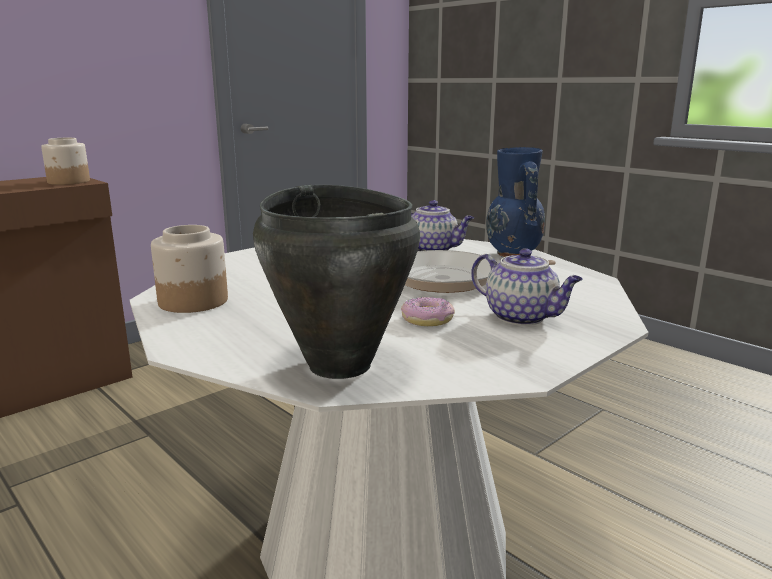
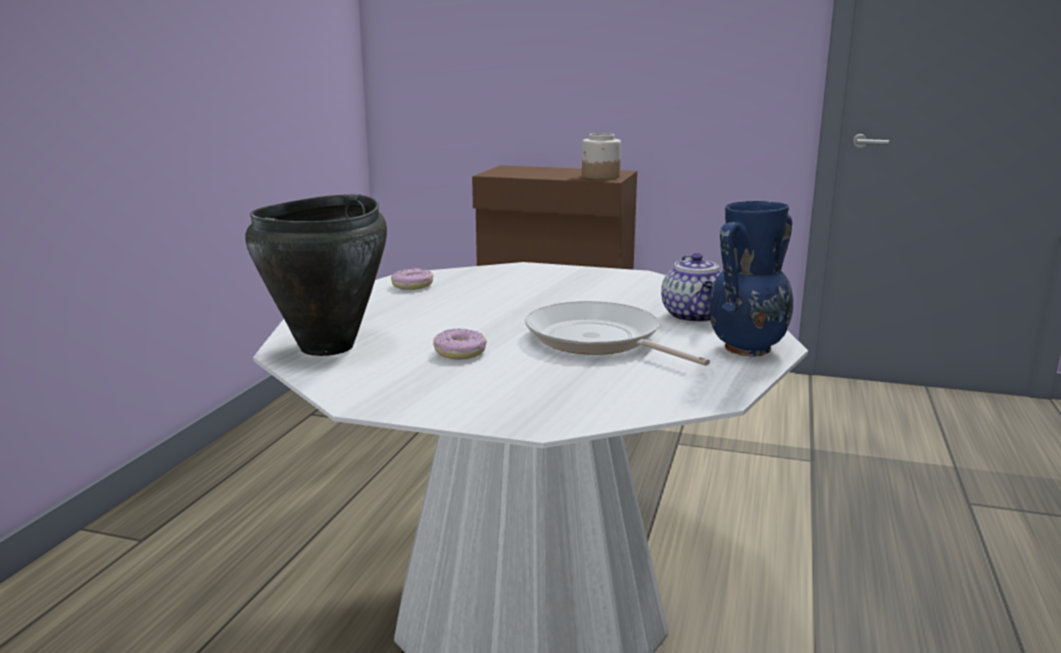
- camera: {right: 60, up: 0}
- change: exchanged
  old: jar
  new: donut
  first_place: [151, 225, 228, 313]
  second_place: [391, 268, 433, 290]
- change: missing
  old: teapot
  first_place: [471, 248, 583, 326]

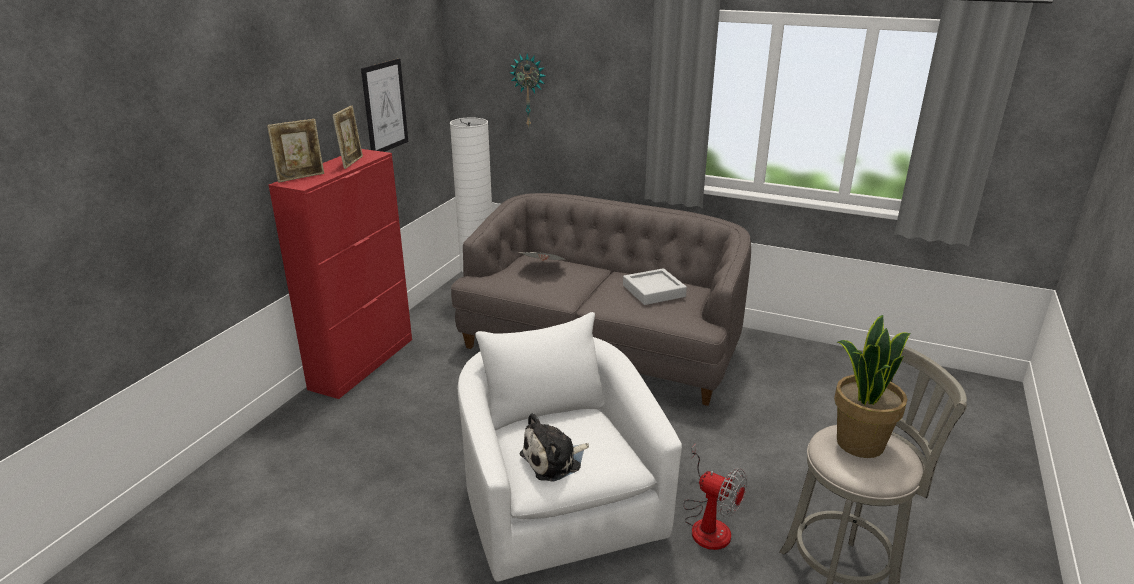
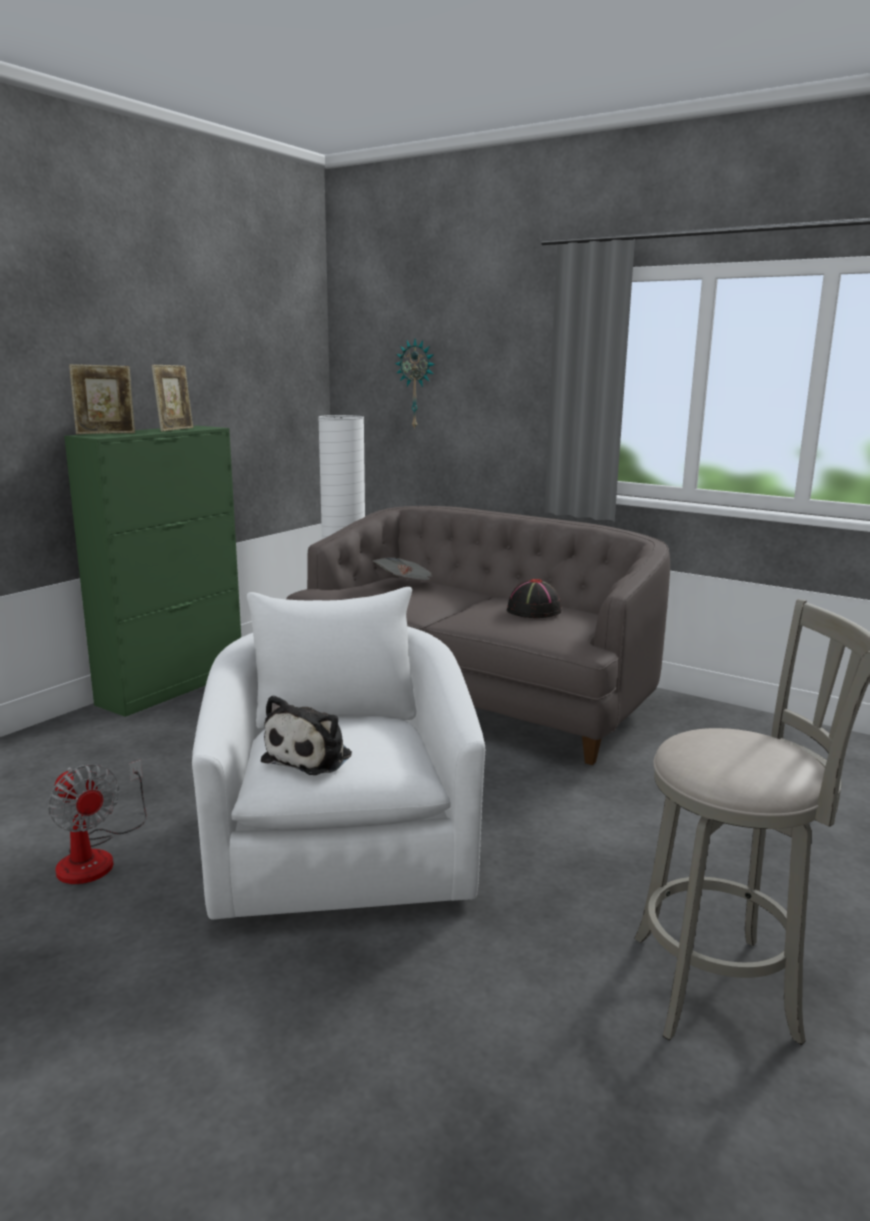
- camera: {right: 10, up: -10}
- change: missing
  old: picture
  first_place: [361, 59, 408, 152]
- change: colour
  old: red_cabinet
  new: green_cabinet
  first_place: [268, 149, 412, 399]
  second_place: [64, 426, 241, 717]
- change: exchanged
  old: grey_tray
  new: black_hat
  first_place: [623, 268, 687, 305]
  second_place: [507, 579, 562, 618]
- change: missing
  old: potted_plant
  first_place: [834, 315, 911, 458]
- change: spun
  old: plush_toy
  first_place: [520, 413, 589, 482]
  second_place: [261, 695, 352, 775]
  degrees: -45
- change: relocated
  old: fan
  first_place: [683, 444, 747, 550]
  second_place: [48, 760, 147, 884]

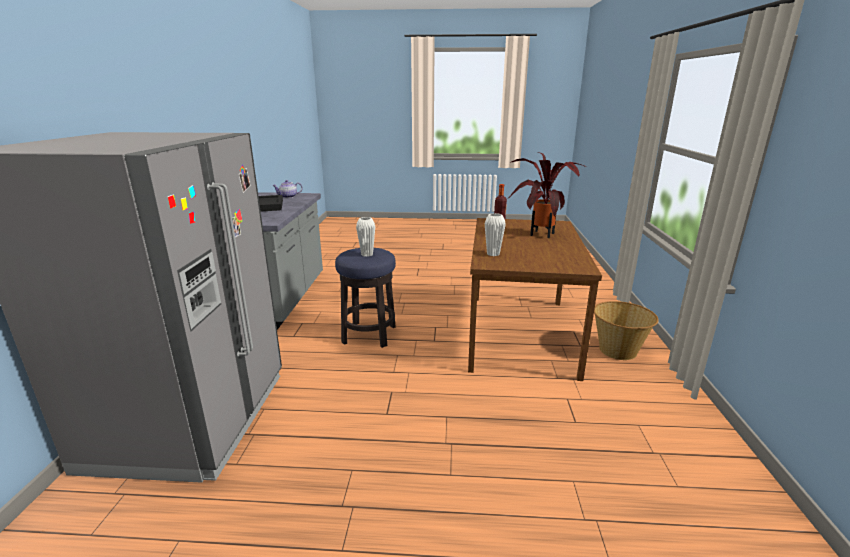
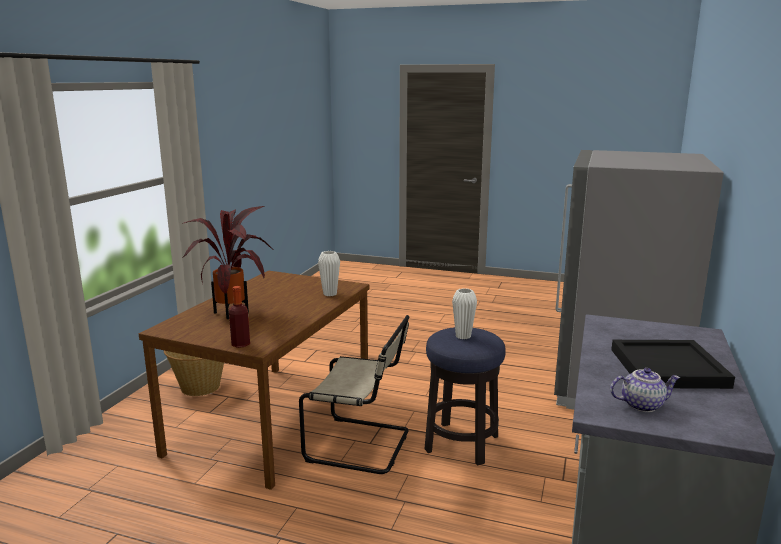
- camera: {right: -165, up: -5}
- change: appeared
  new: beige_chair
  second_place: [299, 315, 409, 474]

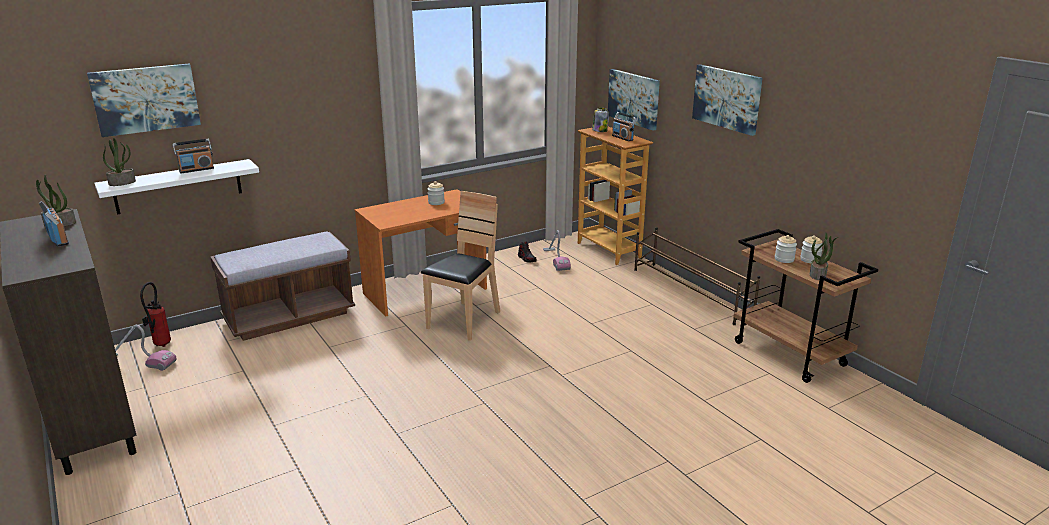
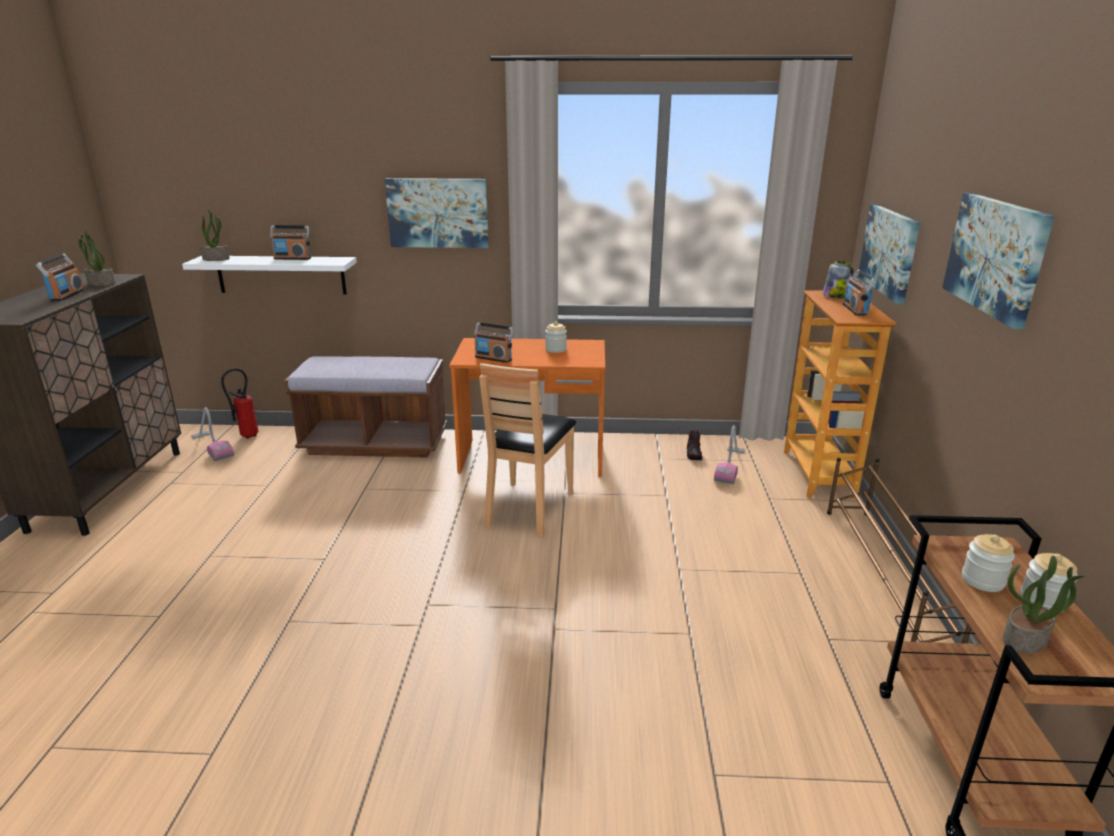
- camera: {right: 35, up: 0}
- change: relocated
  old: picture
  first_place: [87, 64, 201, 137]
  second_place: [385, 178, 489, 248]
- change: spun
  old: brown_chair
  first_place: [421, 191, 500, 341]
  second_place: [479, 363, 576, 537]
  degrees: 135
- change: appeared
  new: radio
  second_place: [474, 322, 514, 363]

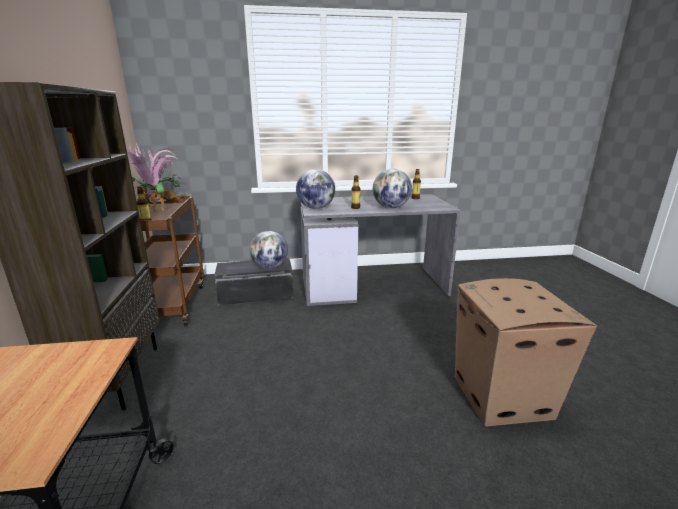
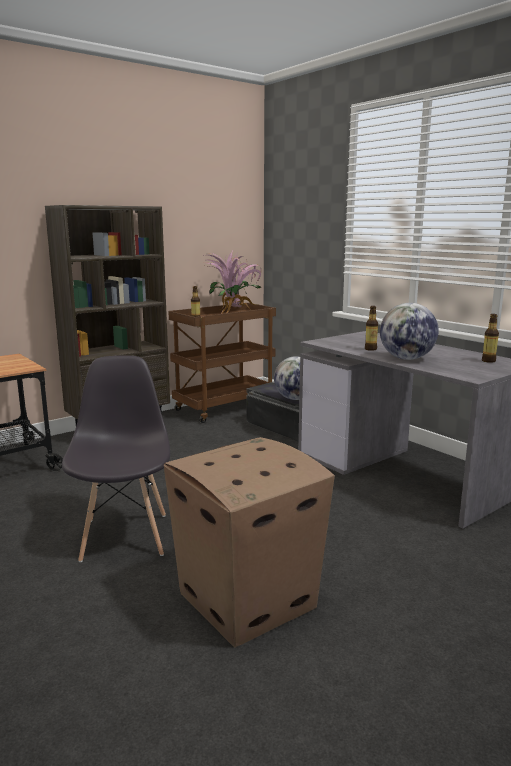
- camera: {right: 60, up: -5}
- change: missing
  old: globe
  first_place: [296, 169, 335, 209]
- change: appeared
  new: grey_chair
  second_place: [62, 355, 170, 562]

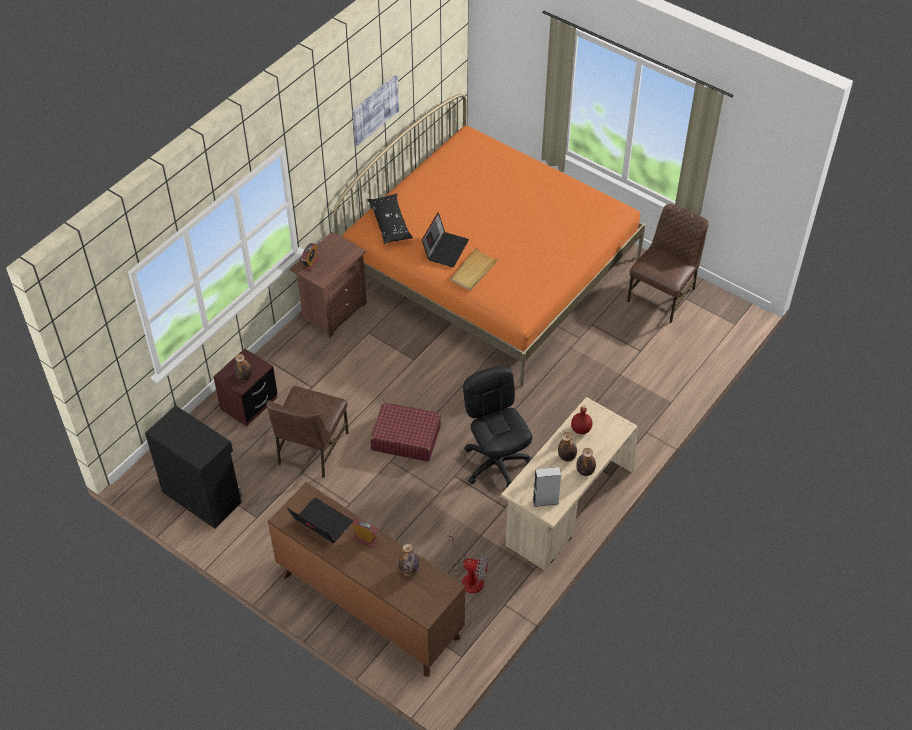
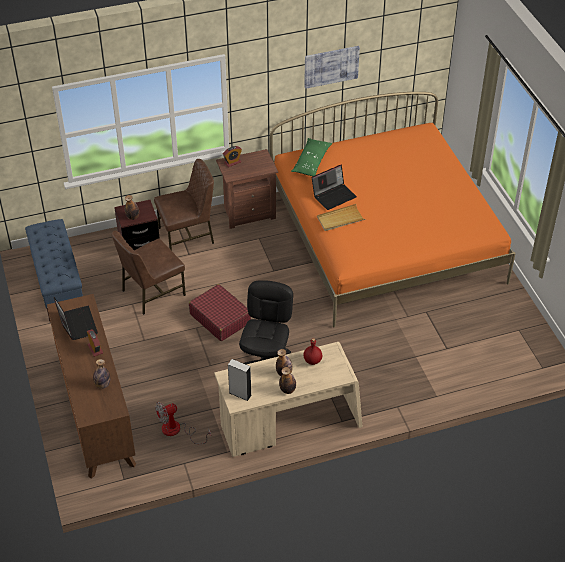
- camera: {right: 35, up: -5}
- change: colour
  old: black_pillow
  new: green_pillow
  first_place: [367, 194, 413, 244]
  second_place: [291, 138, 333, 176]
- change: relocated
  old: brown_chair
  first_place: [627, 204, 709, 323]
  second_place: [154, 159, 214, 251]
- change: exchanged
  old: black_cabinet
  new: blue_bench
  first_place: [145, 405, 242, 529]
  second_place: [25, 219, 83, 323]
- change: spun
  old: fan
  first_place: [448, 534, 488, 593]
  second_place: [155, 402, 211, 444]
  degrees: 105

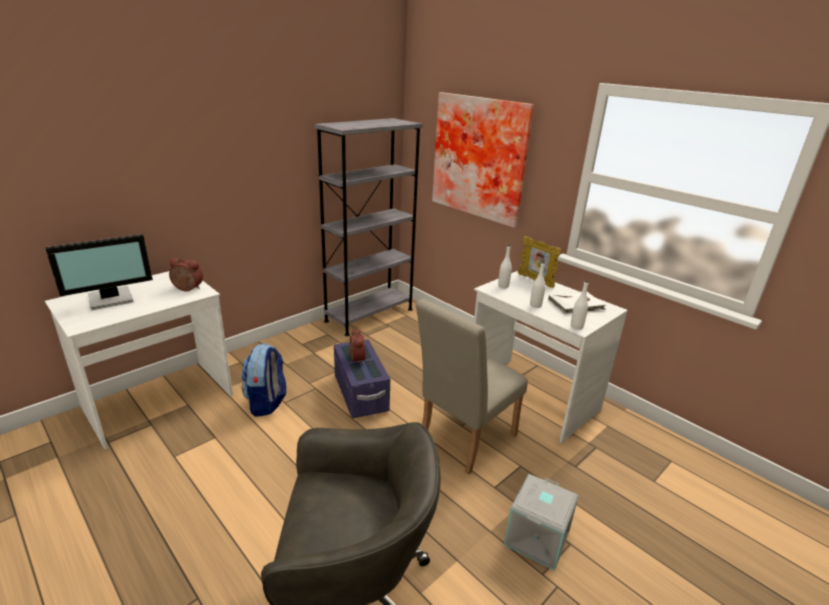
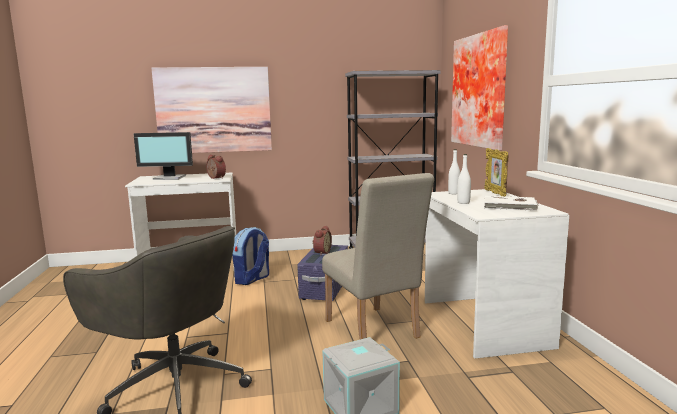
- camera: {right: 35, up: -15}
- change: missing
  old: white_bottle
  first_place: [571, 281, 589, 330]
- change: spun
  old: beige_chair
  first_place: [416, 299, 528, 474]
  second_place: [322, 173, 434, 340]
  degrees: -105
- change: appeared
  new: picture
  second_place: [151, 67, 272, 153]

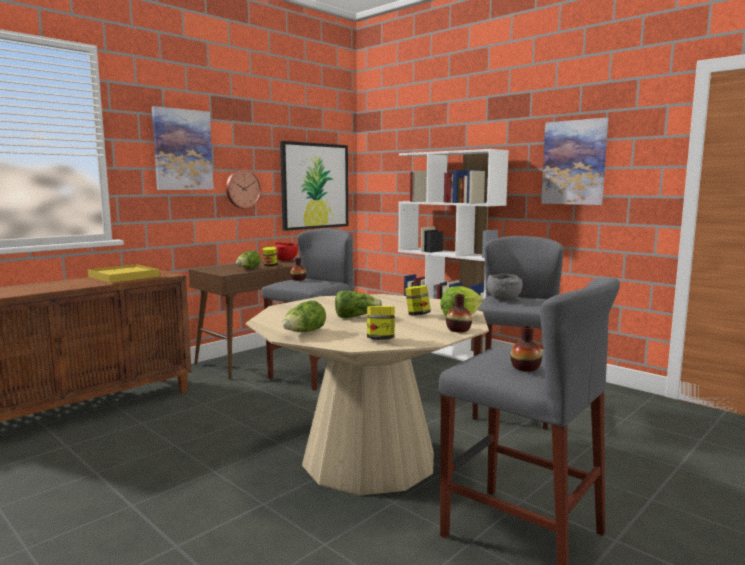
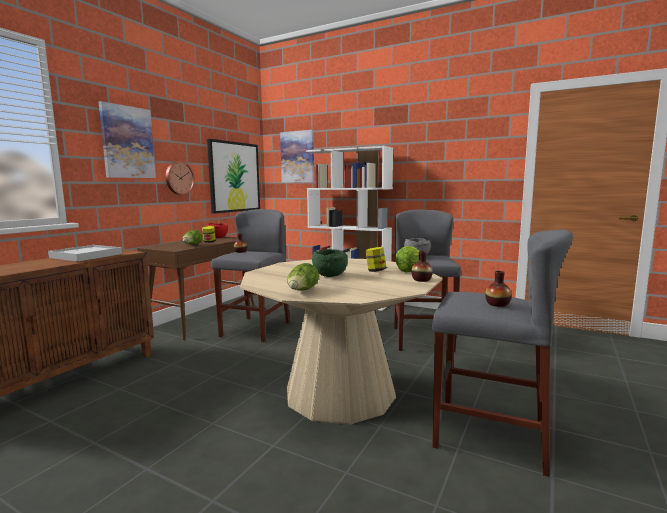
- camera: {right: -15, up: 0}
- change: relocated
  old: picture
  first_place: [541, 118, 608, 205]
  second_place: [280, 130, 314, 183]
- change: colour
  old: yellow_tray
  new: white_tray
  first_place: [88, 264, 160, 283]
  second_place: [48, 245, 122, 262]
- change: exchanged
  old: lettuce
  new: green_bowl
  first_place: [335, 291, 382, 318]
  second_place: [312, 249, 348, 277]
- change: missing
  old: jar
  first_place: [367, 306, 395, 340]

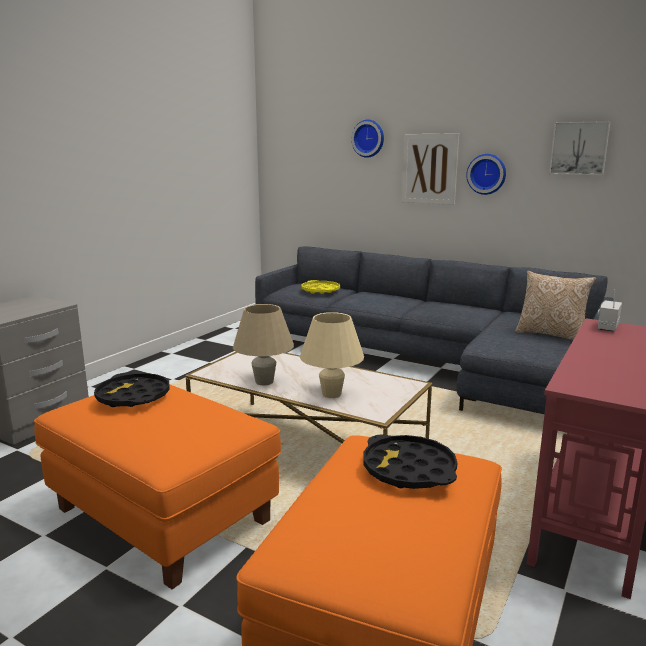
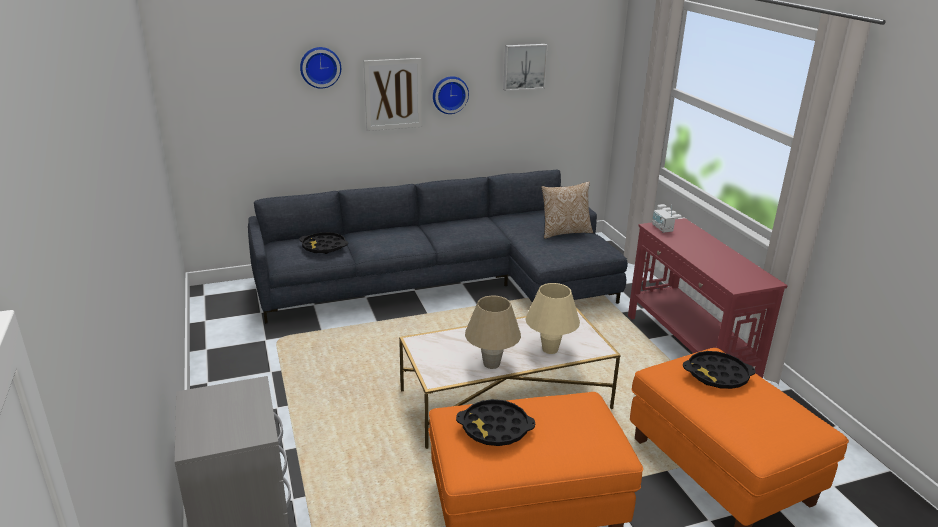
- camera: {right: -50, up: 10}
- change: colour
  old: yellow_tray
  new: black_tray
  first_place: [302, 280, 340, 294]
  second_place: [299, 232, 348, 254]

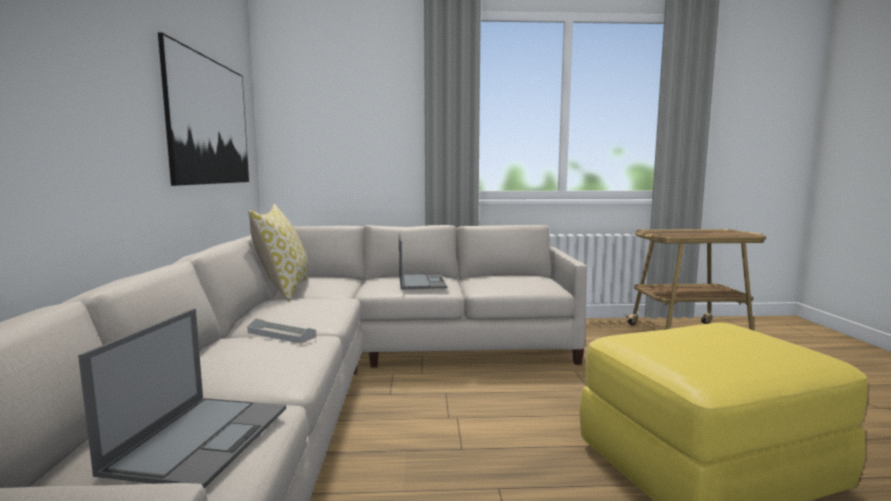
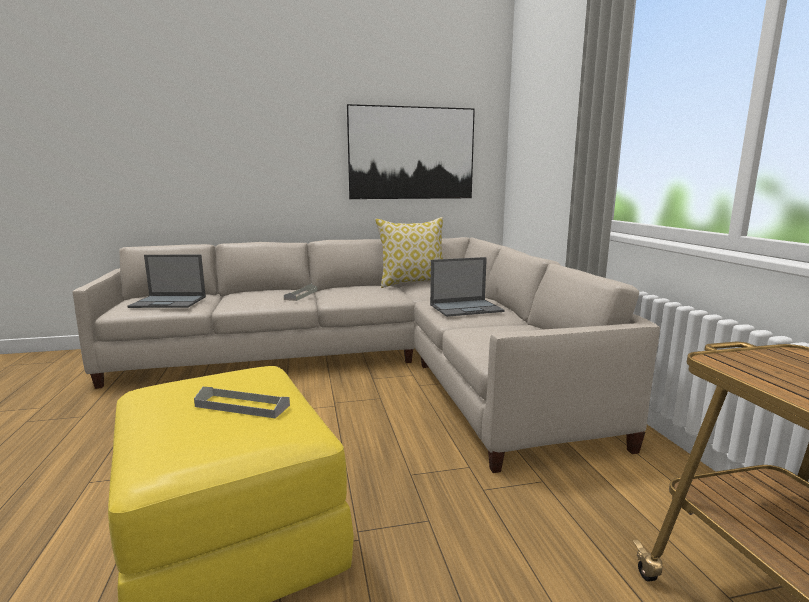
- camera: {right: 80, up: 5}
- change: appeared
  new: grey_tray
  second_place: [194, 387, 290, 419]

